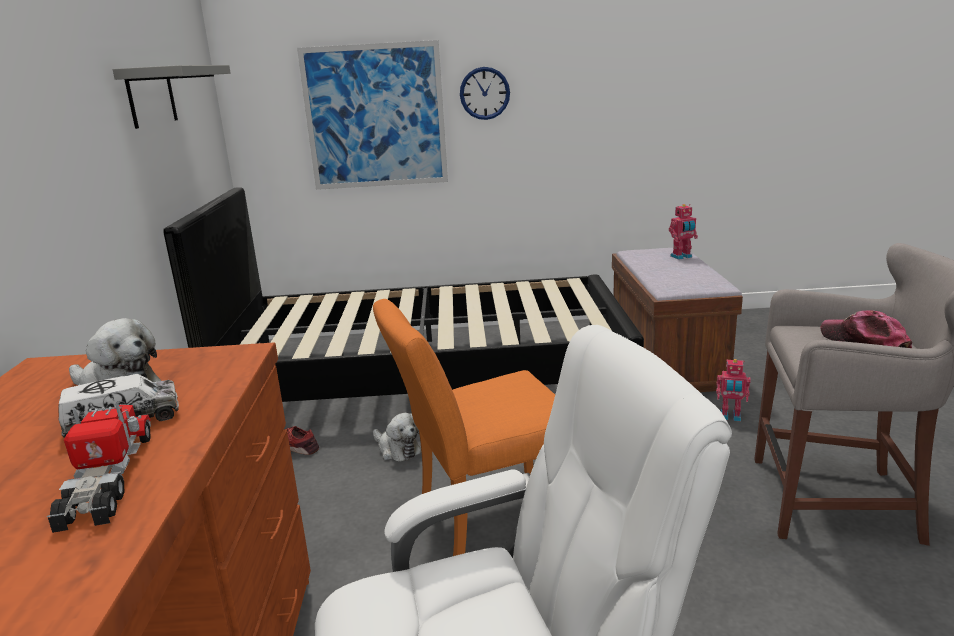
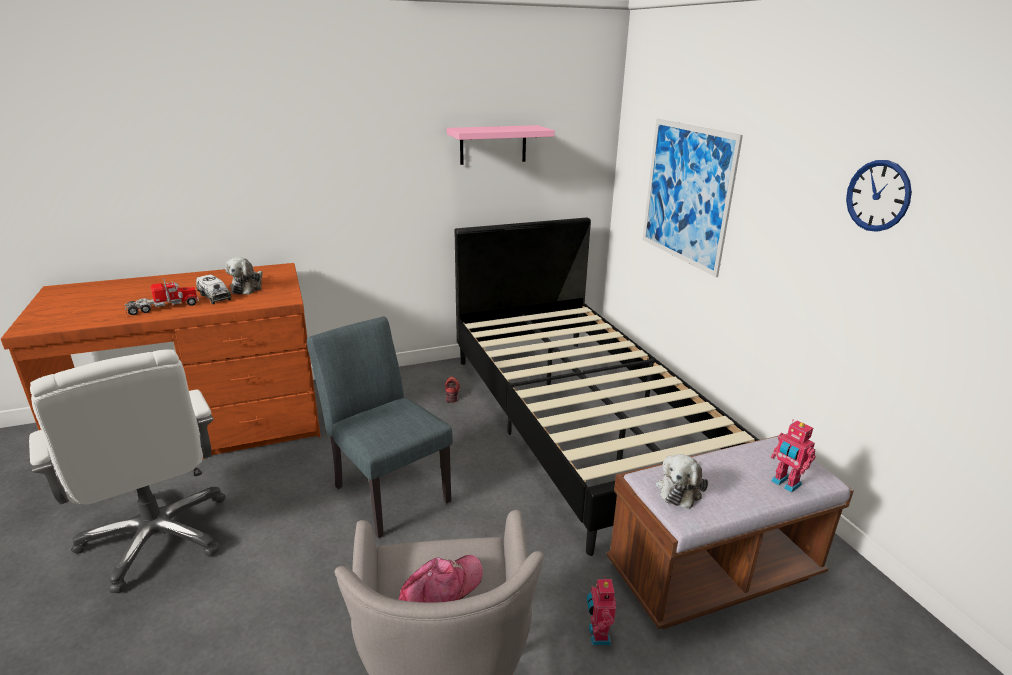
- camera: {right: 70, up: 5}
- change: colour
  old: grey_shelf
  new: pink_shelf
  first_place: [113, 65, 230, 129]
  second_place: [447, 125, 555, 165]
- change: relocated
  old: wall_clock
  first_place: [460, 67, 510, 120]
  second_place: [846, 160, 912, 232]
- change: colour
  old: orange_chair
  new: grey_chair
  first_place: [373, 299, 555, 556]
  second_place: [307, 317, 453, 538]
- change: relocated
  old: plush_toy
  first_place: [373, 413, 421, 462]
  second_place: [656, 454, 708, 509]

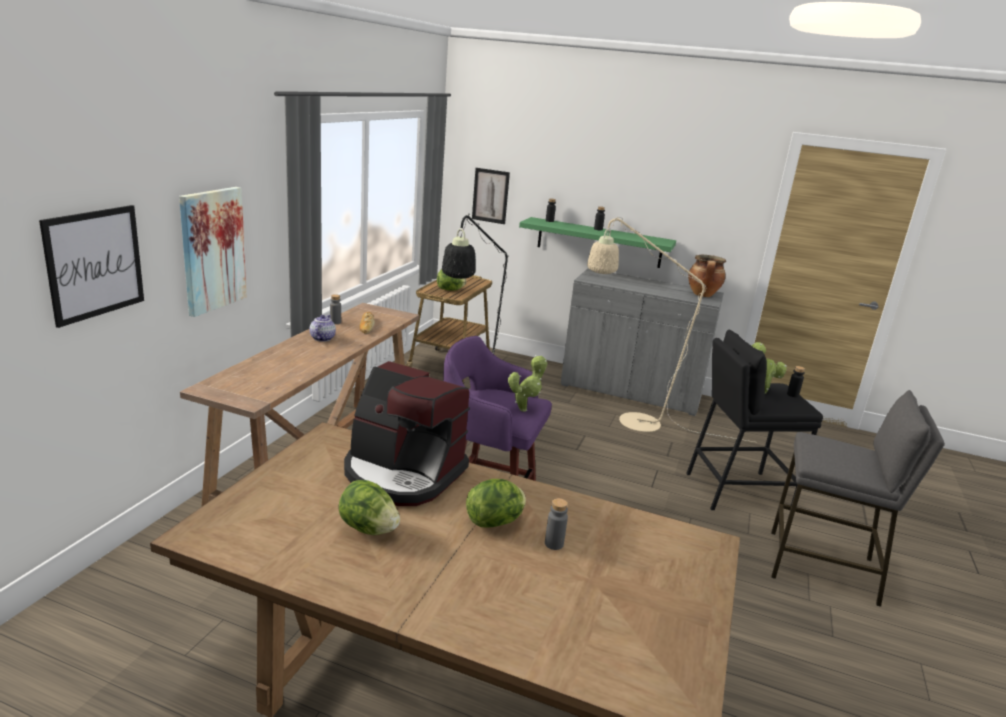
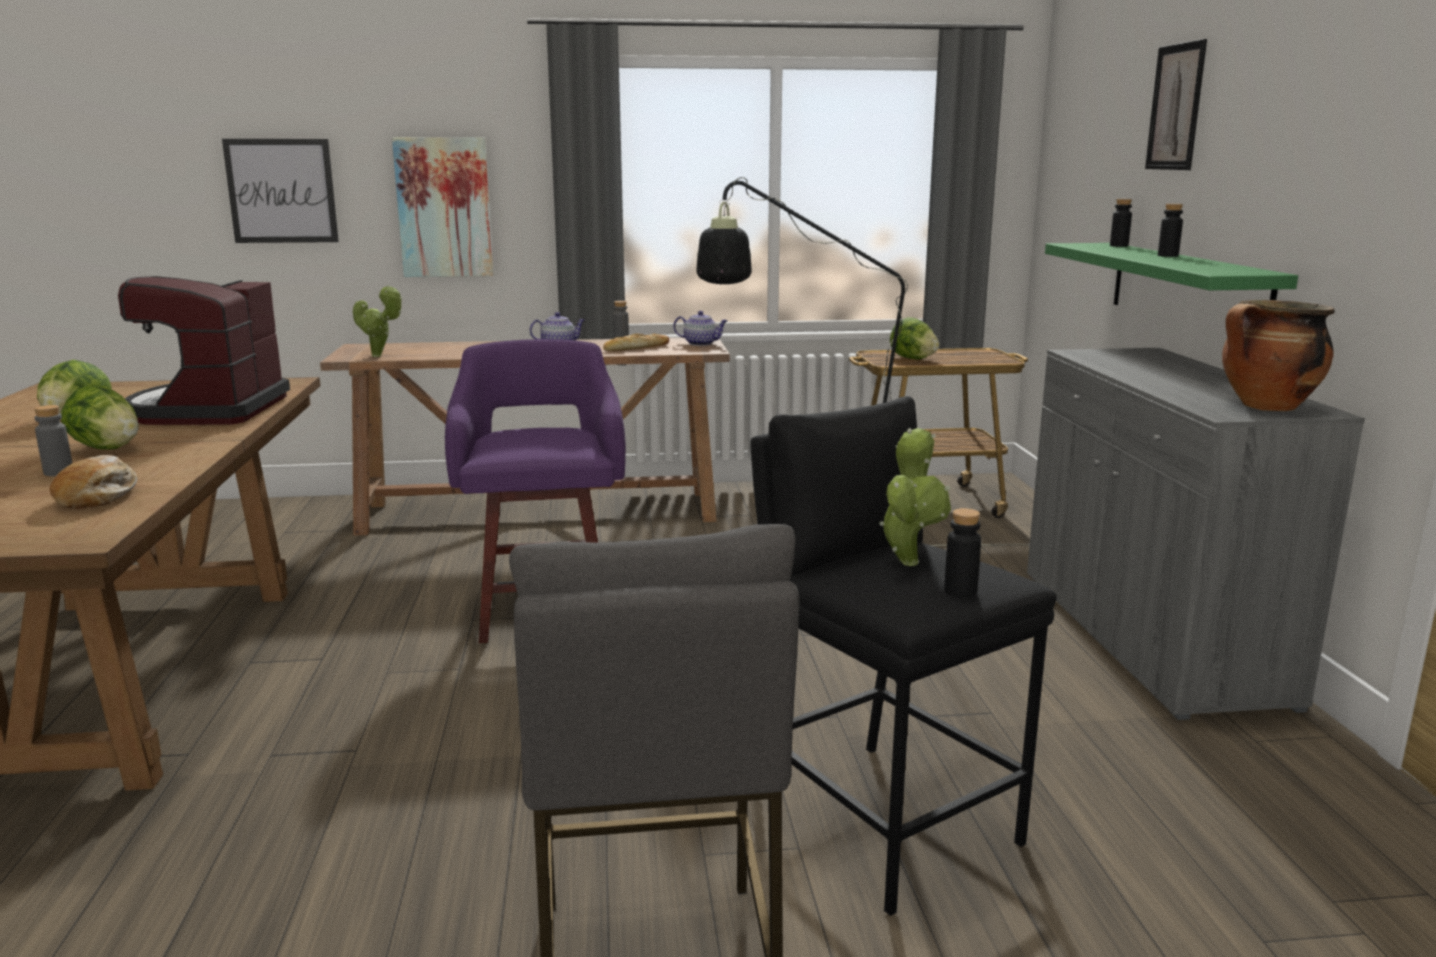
- camera: {right: 65, up: -5}
- change: relocated
  old: picture
  first_place: [472, 168, 510, 224]
  second_place: [1145, 39, 1207, 170]
- change: missing
  old: beige_floor_lamp
  first_place: [587, 217, 754, 442]
- change: relocated
  old: potted_plant
  first_place: [508, 355, 547, 412]
  second_place: [353, 285, 403, 357]
- change: appeared
  new: teapot
  second_place: [673, 311, 728, 346]
- change: appeared
  new: bread
  second_place: [50, 455, 137, 509]

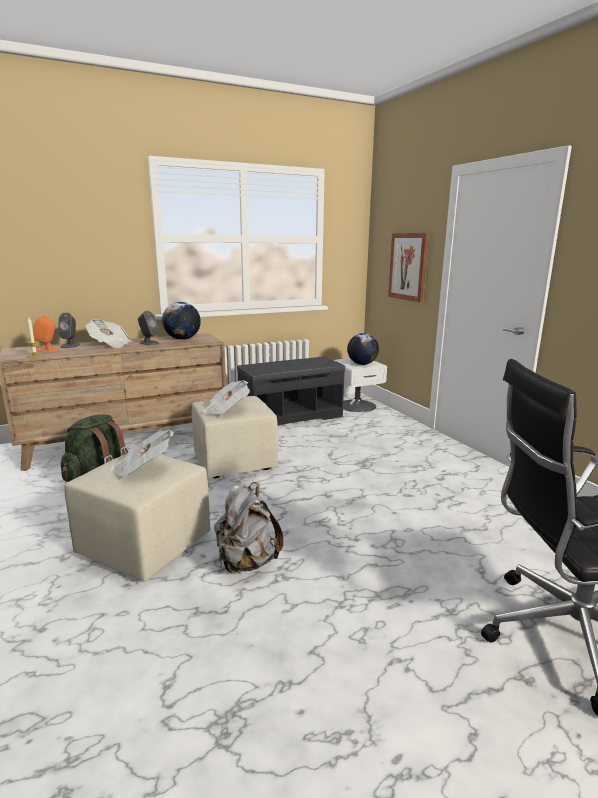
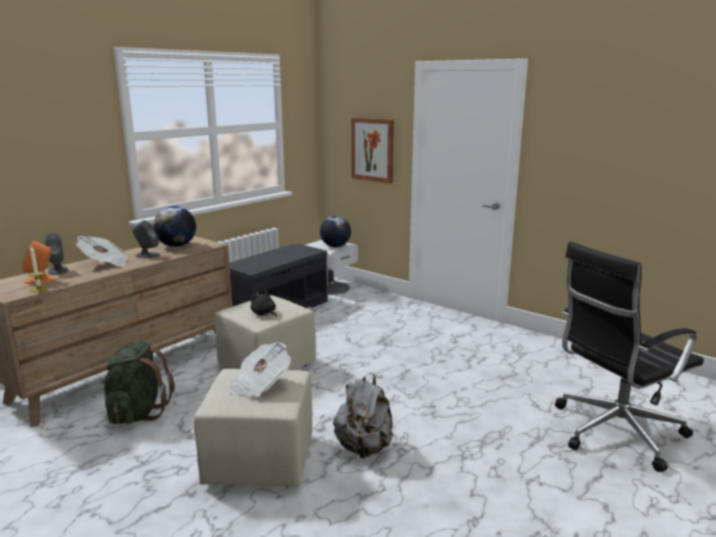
- camera: {right: -25, up: 0}
- change: exchanged
  old: newspaper
  new: black_plush_toy
  first_place: [203, 380, 250, 415]
  second_place: [251, 290, 277, 318]

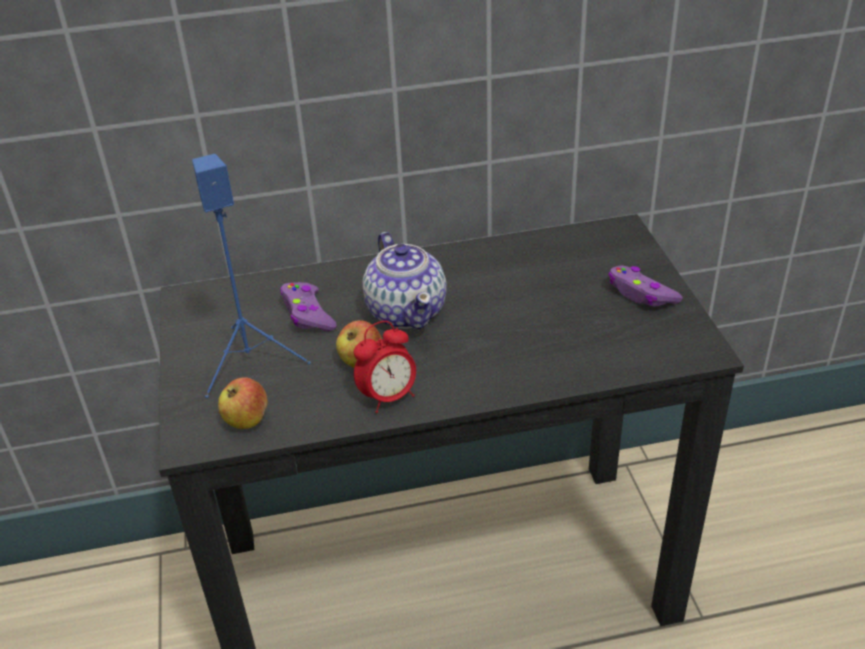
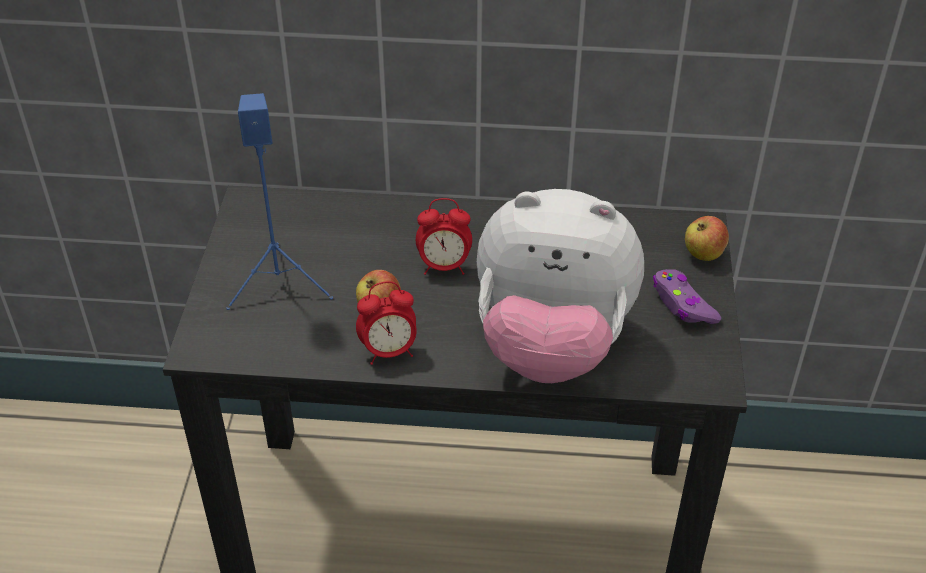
- camera: {right: 15, up: 5}
- change: exchanged
  old: teapot
  new: alarm_clock
  first_place: [363, 232, 447, 329]
  second_place: [416, 198, 472, 275]
- change: missing
  old: purple_game_controller
  first_place: [280, 282, 337, 331]
- change: relocated
  old: apple
  first_place: [218, 377, 268, 429]
  second_place: [685, 216, 729, 261]
- change: appeared
  new: plush_toy
  second_place: [477, 189, 644, 383]

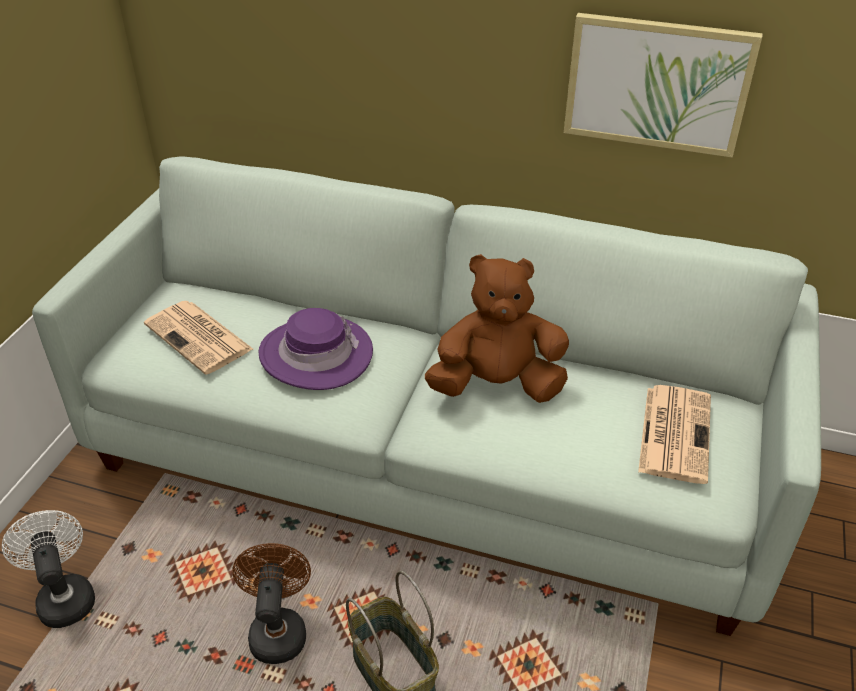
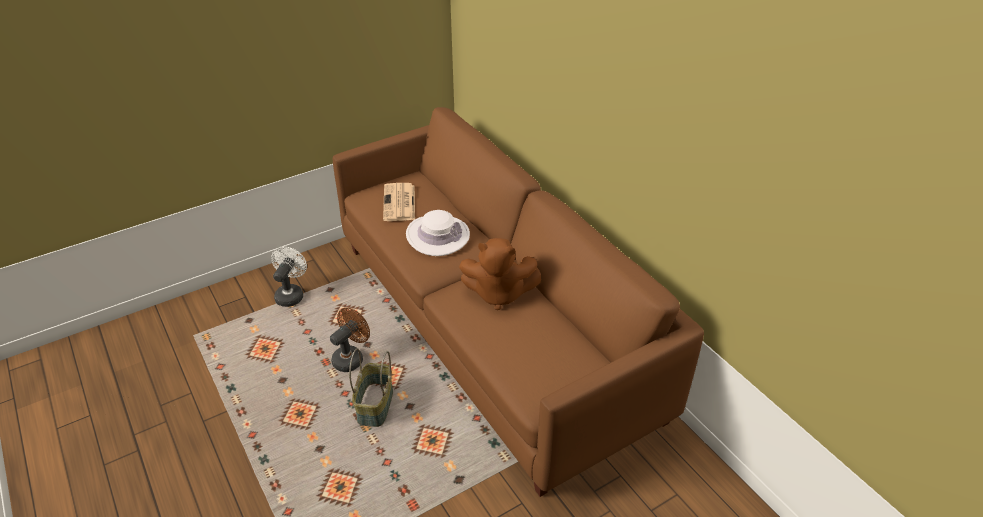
- camera: {right: 40, up: 0}
- change: missing
  old: picture
  first_place: [564, 13, 763, 157]
- change: colour
  old: white_sofa
  new: brown_sofa
  first_place: [32, 156, 821, 636]
  second_place: [333, 107, 704, 497]
- change: spun
  old: brown_plush_toy
  first_place: [425, 254, 569, 403]
  second_place: [459, 238, 541, 310]
  degrees: 150
- change: colour
  old: purple_hat
  new: white_hat
  first_place: [259, 308, 373, 390]
  second_place: [406, 210, 470, 256]
- change: missing
  old: newspaper
  first_place: [638, 385, 711, 484]

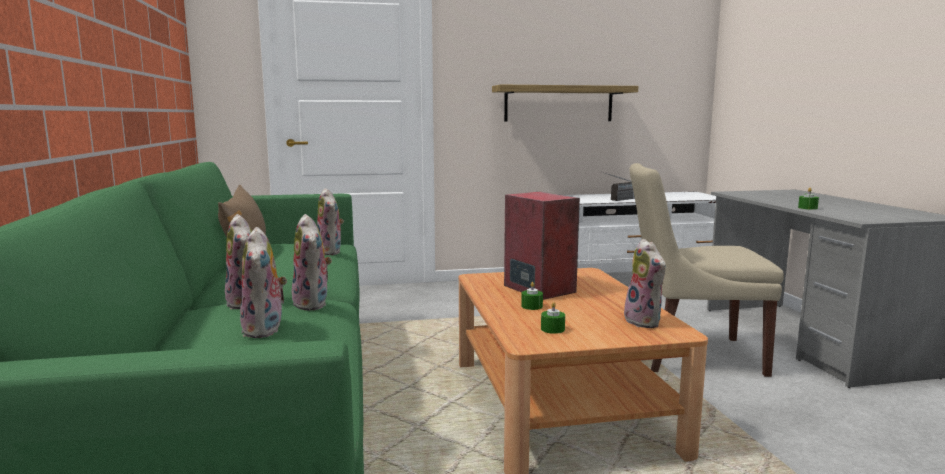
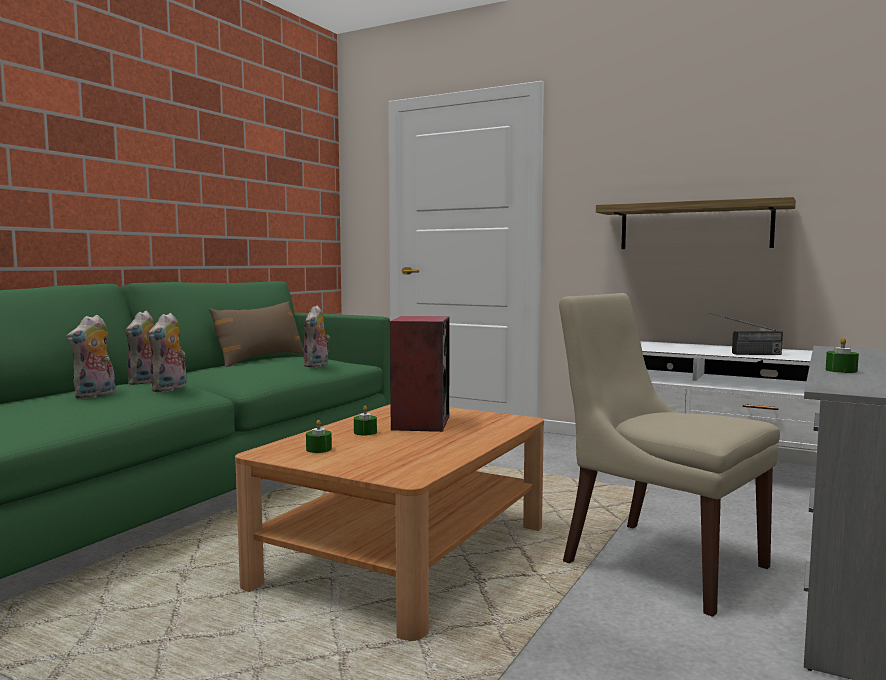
- camera: {right: 40, up: -5}
- change: missing
  old: plush_toy
  first_place: [624, 239, 666, 328]

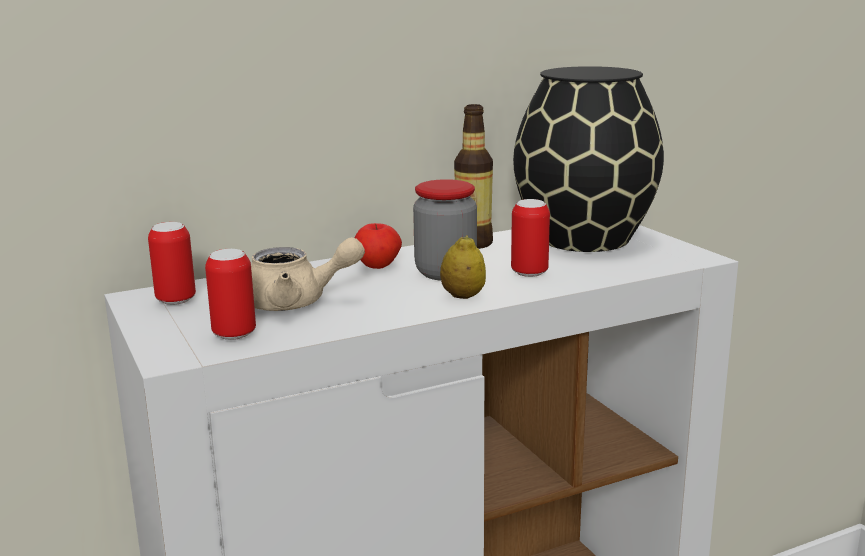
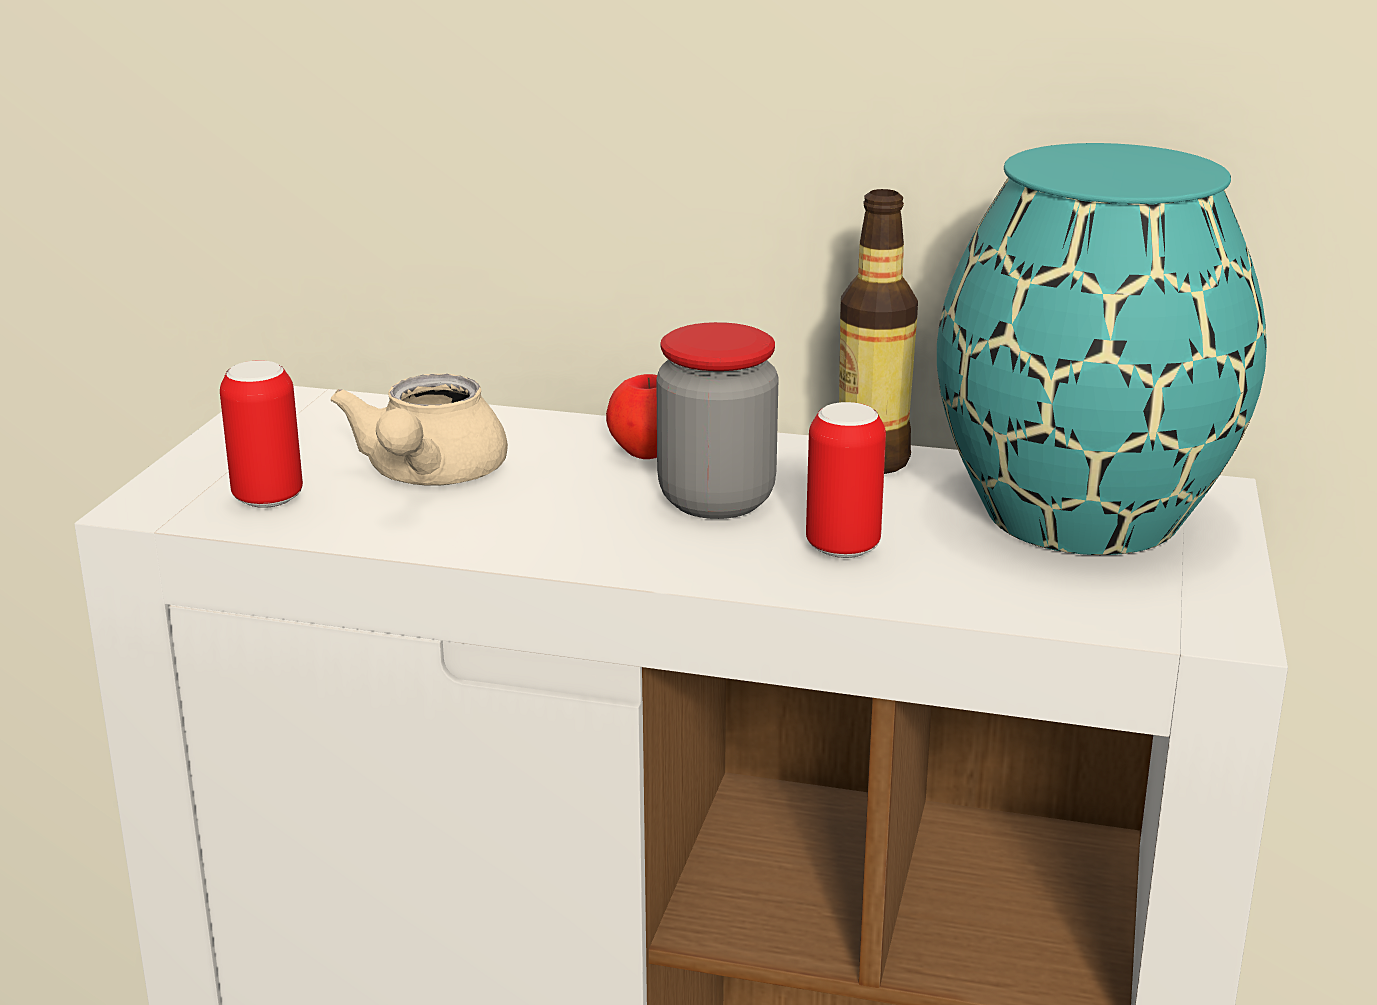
- camera: {right: 40, up: 5}
- change: colour
  old: black_vase
  new: turquoise_vase
  first_place: [513, 66, 664, 252]
  second_place: [937, 143, 1267, 555]
- change: missing
  old: can
  first_place: [148, 222, 196, 305]
- change: missing
  old: lemon
  first_place: [440, 235, 486, 299]
- change: spun
  old: beige_teapot
  first_place: [251, 237, 365, 311]
  second_place: [331, 374, 508, 486]
  degrees: 60

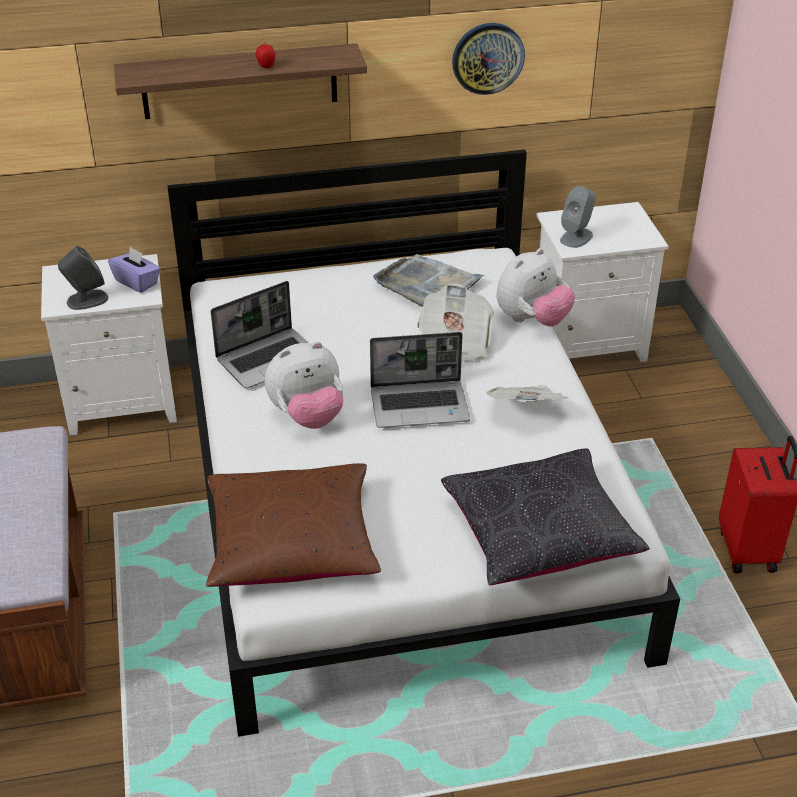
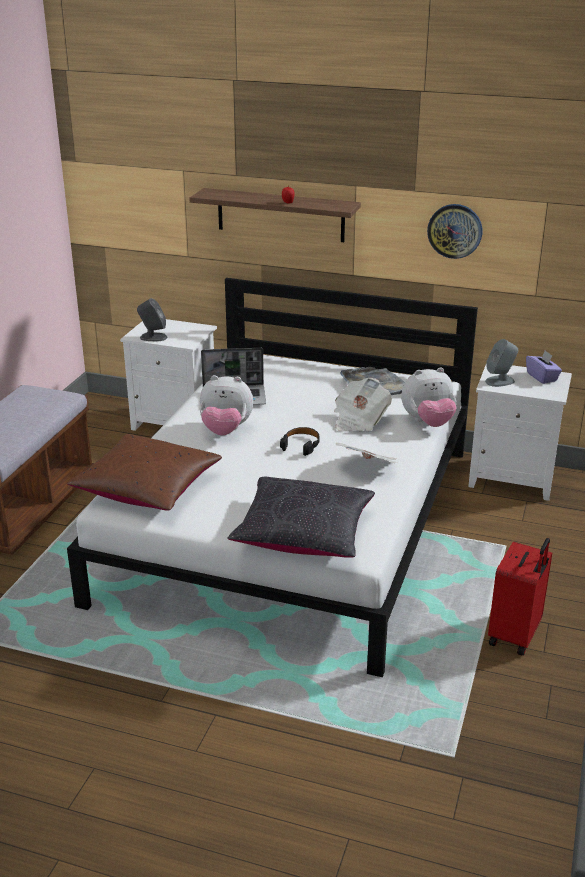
- camera: {right: 30, up: -10}
- change: relocated
  old: purple_tissue_box
  first_place: [108, 247, 160, 293]
  second_place: [526, 351, 562, 384]
- change: exchanged
  old: laptop
  new: black_headphones
  first_place: [370, 332, 470, 428]
  second_place: [280, 427, 320, 456]

